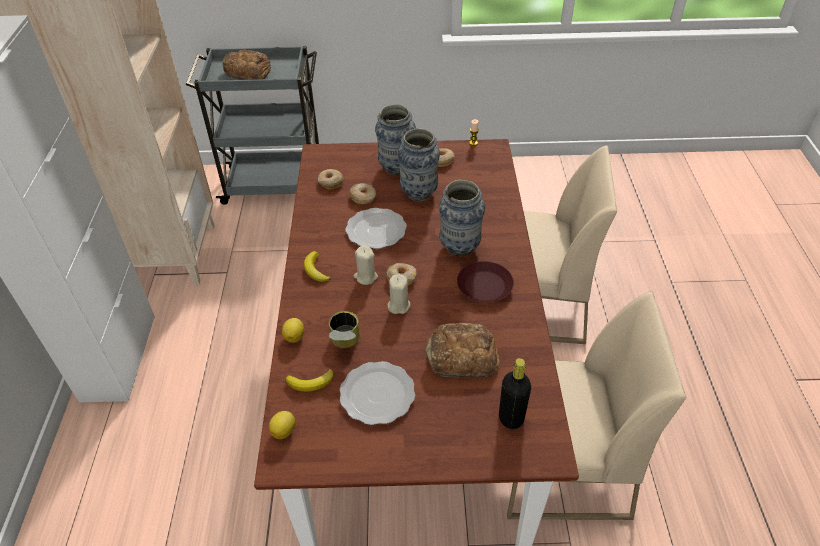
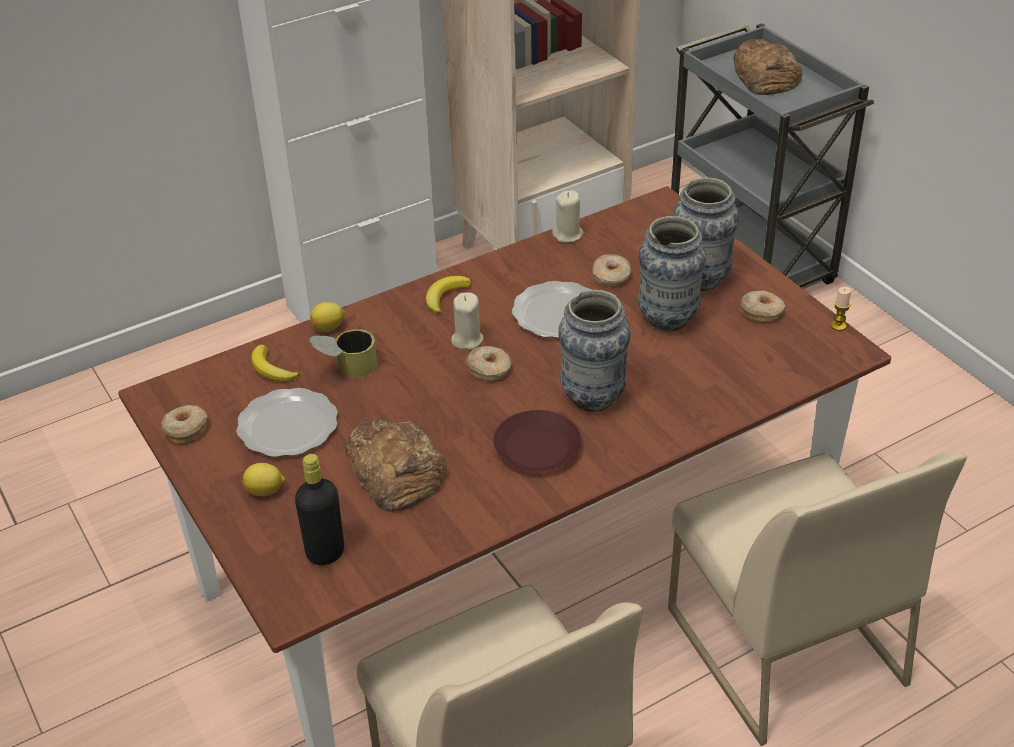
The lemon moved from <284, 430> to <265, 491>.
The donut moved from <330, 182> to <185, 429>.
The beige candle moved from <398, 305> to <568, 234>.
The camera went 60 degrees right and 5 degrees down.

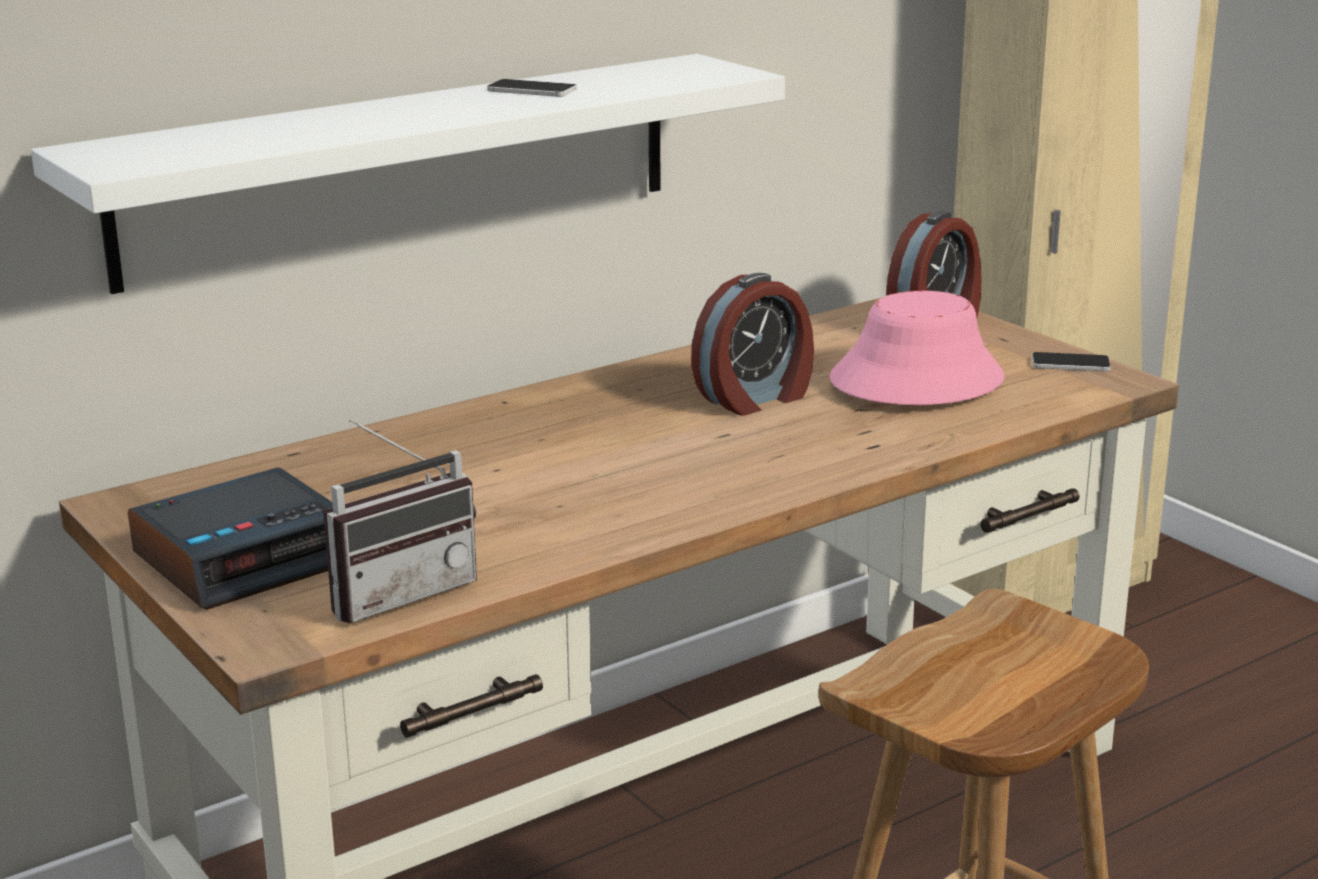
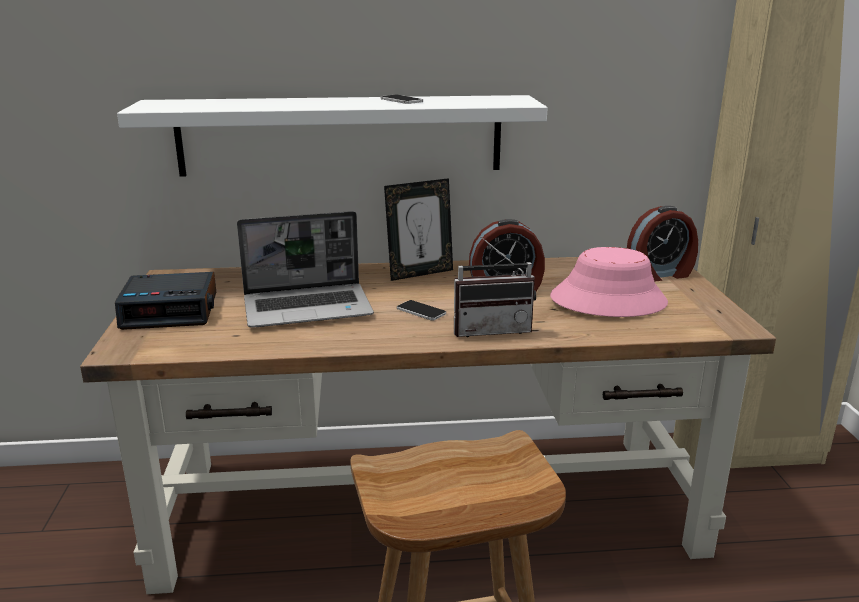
The laptop at <309, 308> appeared.
The picture frame at <420, 273> appeared.
The radio moved from <398, 592> to <491, 329>.
The phone moved from <1070, 363> to <421, 311>.
The camera went 30 degrees right and 0 degrees up.

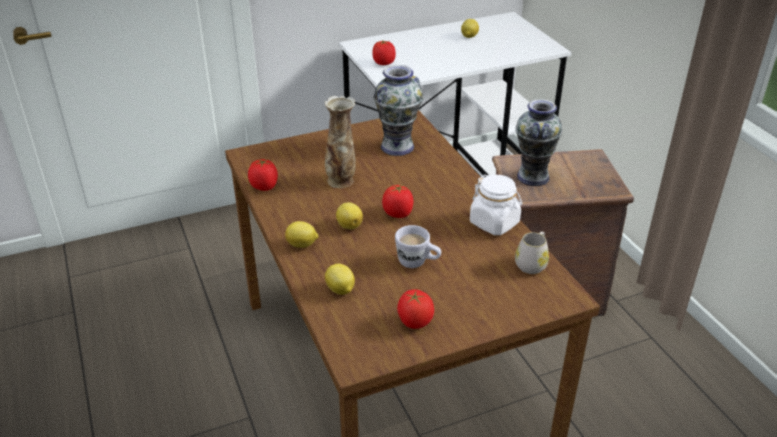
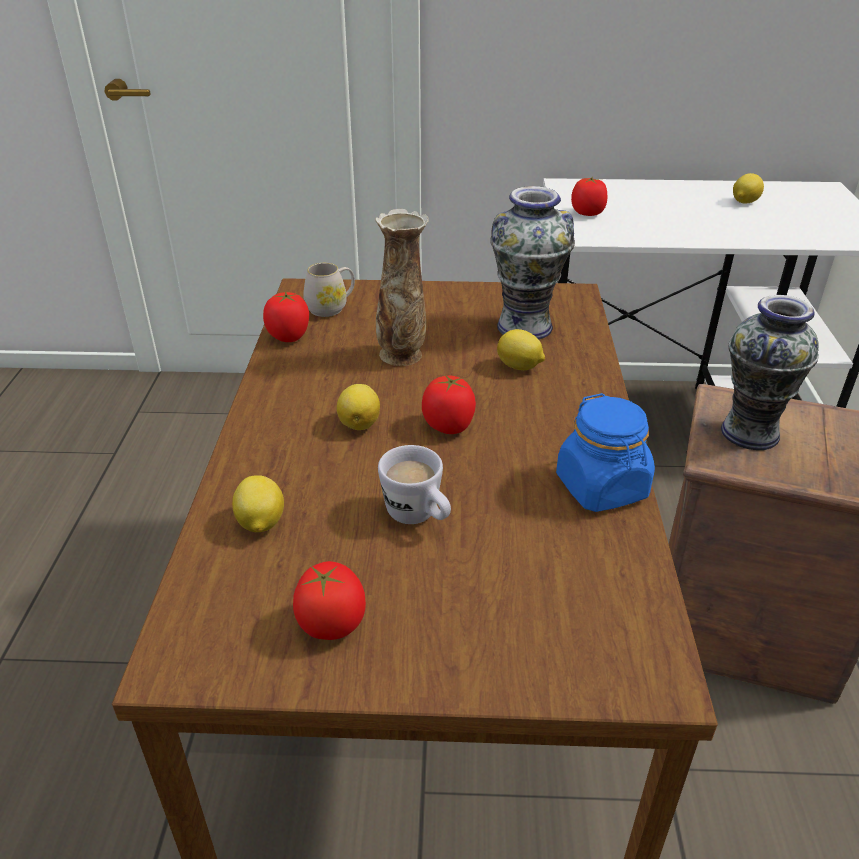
The lemon moved from <302, 245> to <520, 367>.
The white mug moved from <532, 263> to <331, 307>.
The white jar at <494, 223> became the blue jar at <602, 487>.
The camera went 25 degrees right and 0 degrees up.

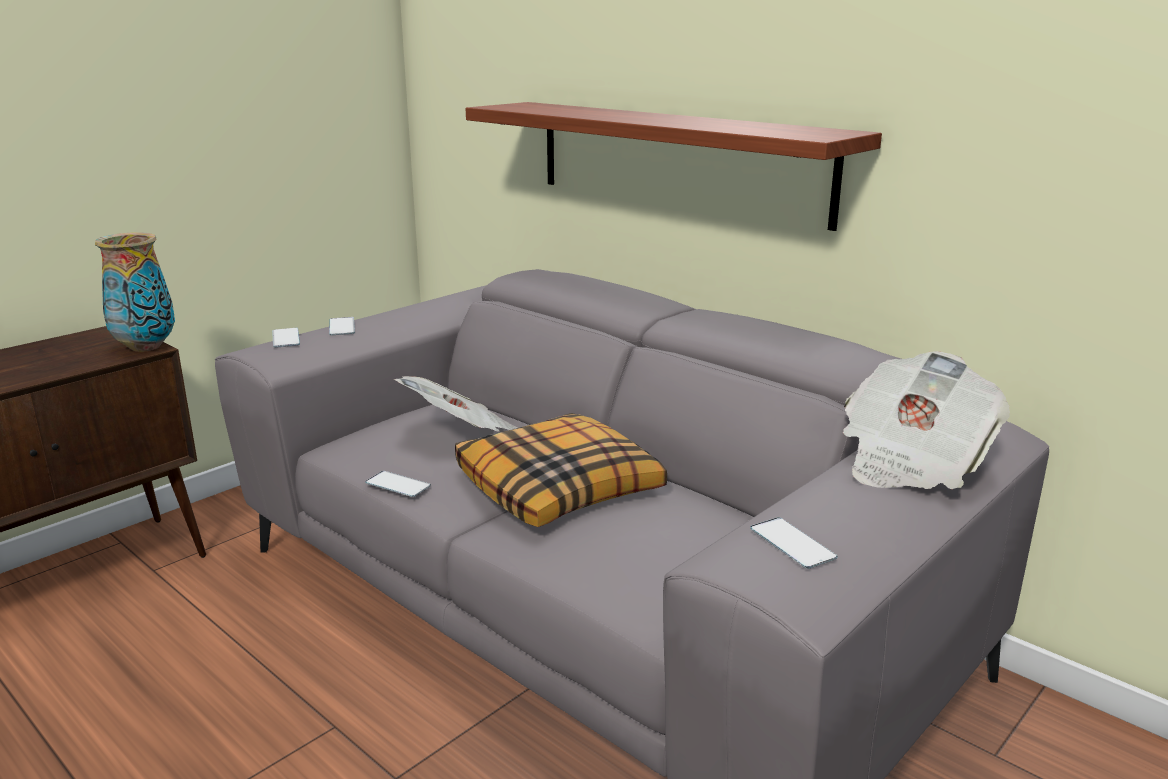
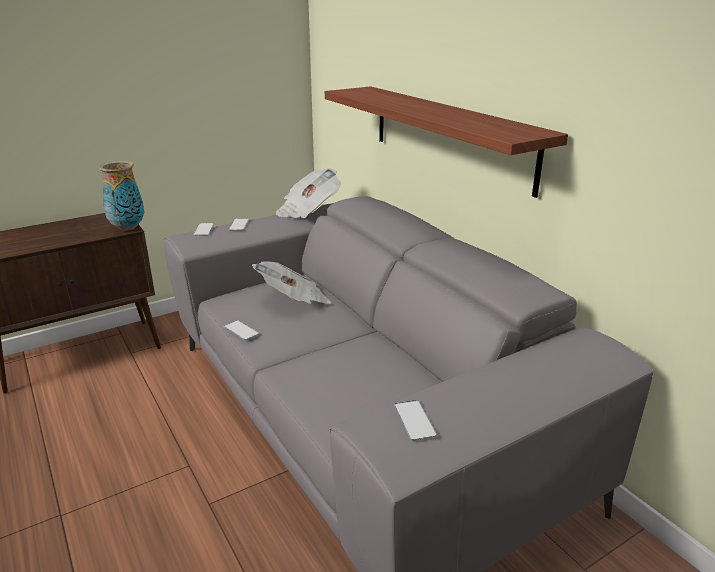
The pillow at <559, 488> disappeared.
The newspaper moved from <911, 461> to <308, 211>.
The camera went 15 degrees right and 5 degrees up.

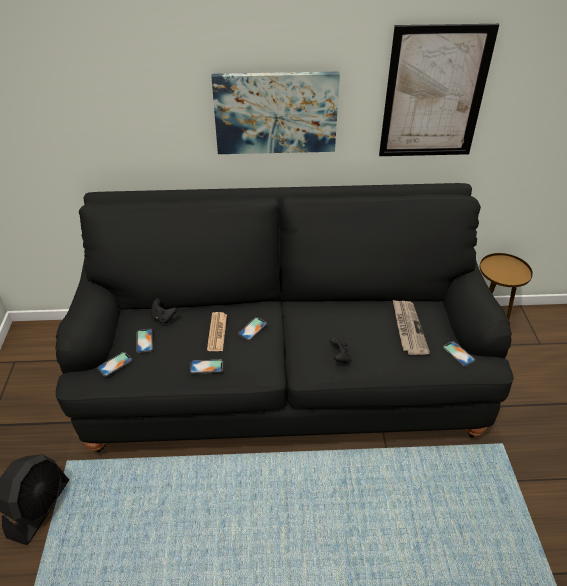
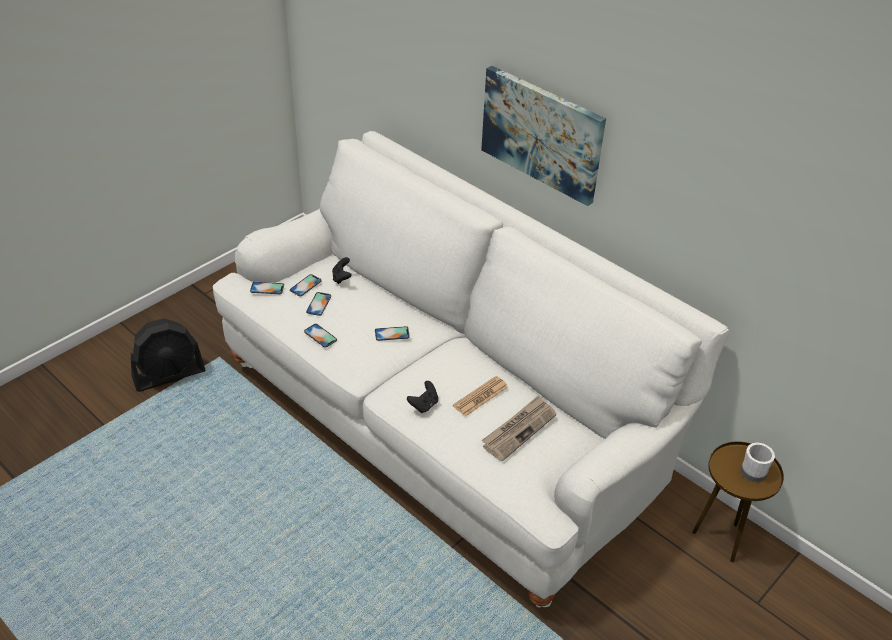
The picture at <434, 94> disappeared.
The white mug at <753, 470> appeared.
The newspaper moved from <217, 332> to <480, 396>.
The phone moved from <458, 354> to <318, 304>.
The black sofa at <283, 380> became the white sofa at <442, 425>.
The camera went 45 degrees right and 0 degrees up.

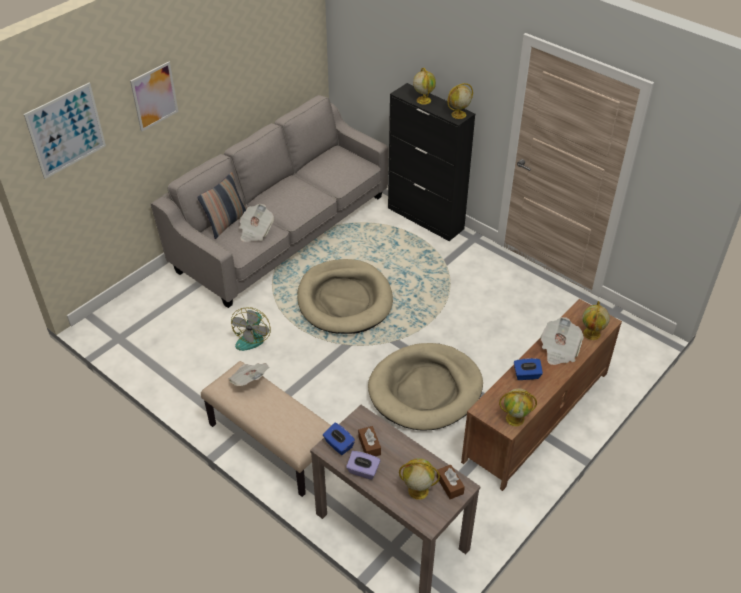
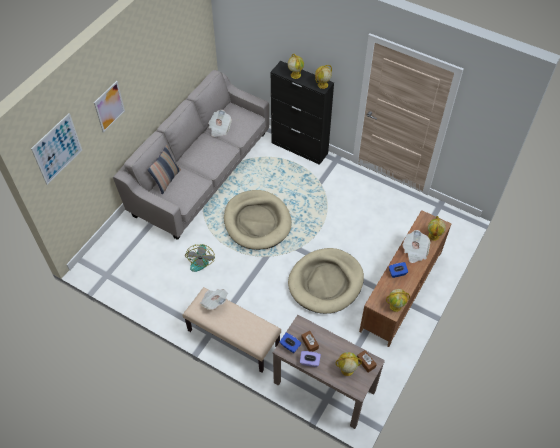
The newspaper moved from <255, 231> to <219, 128>.
The camera went 10 degrees left and 10 degrees up.

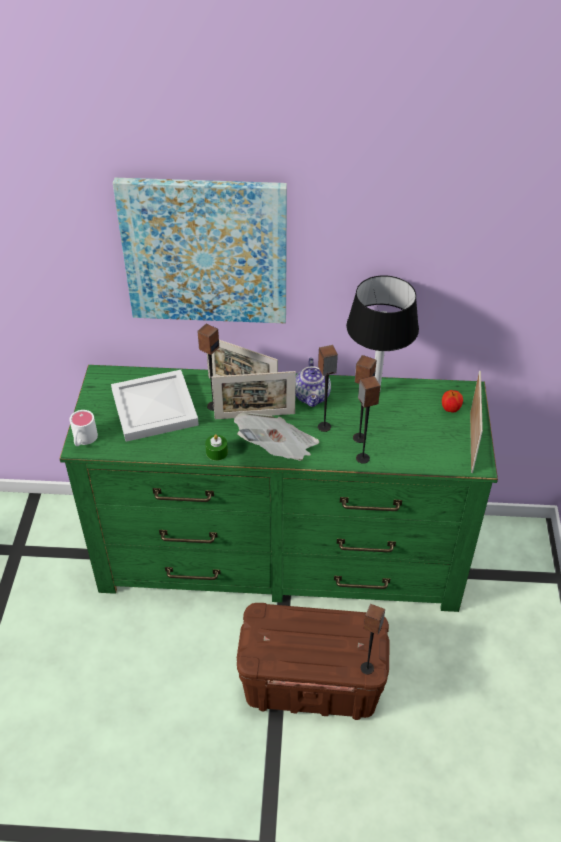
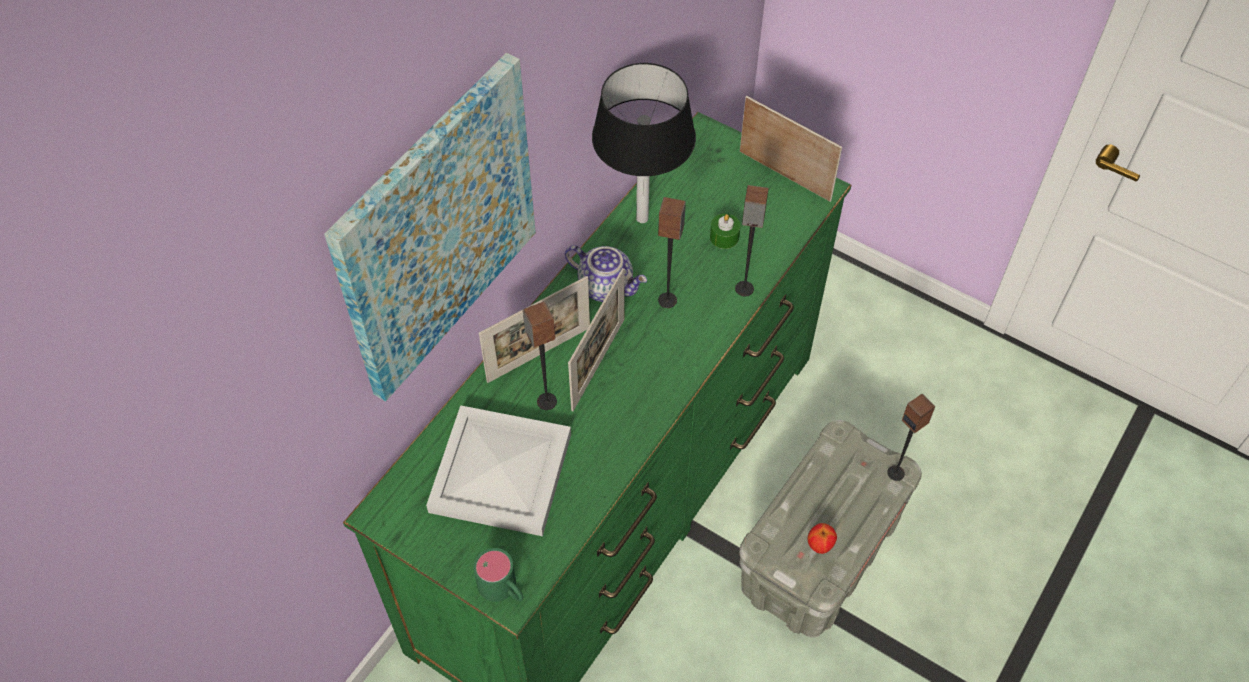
The newspaper at <278, 450> disappeared.
The speaker at <359, 437> disappeared.
The green candle moved from <216, 452> to <724, 237>.
The apple moved from <450, 409> to <820, 545>.
The white mug at <83, 440> became the green mug at <503, 589>.
The brown storage box at <312, 683> became the grey storage box at <818, 555>.
The camera went 60 degrees left and 10 degrees up.

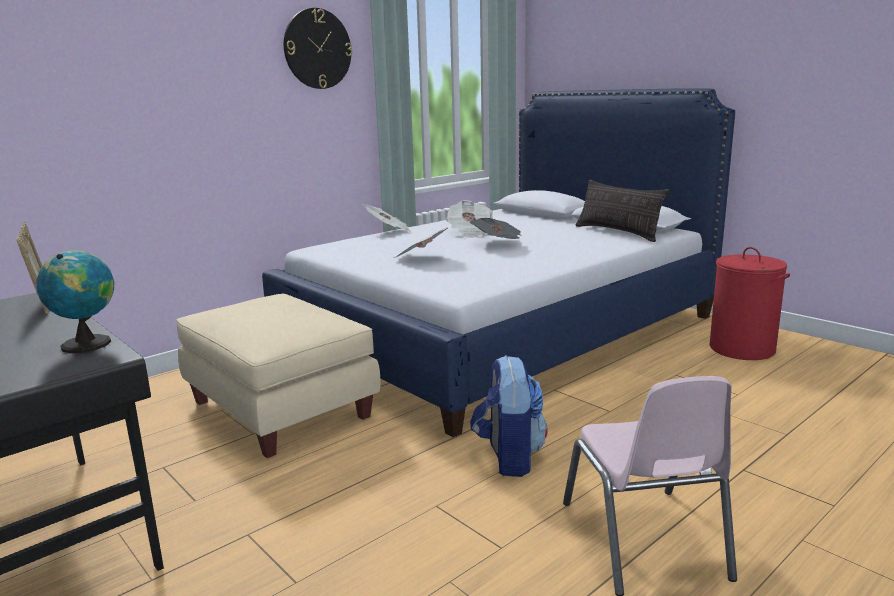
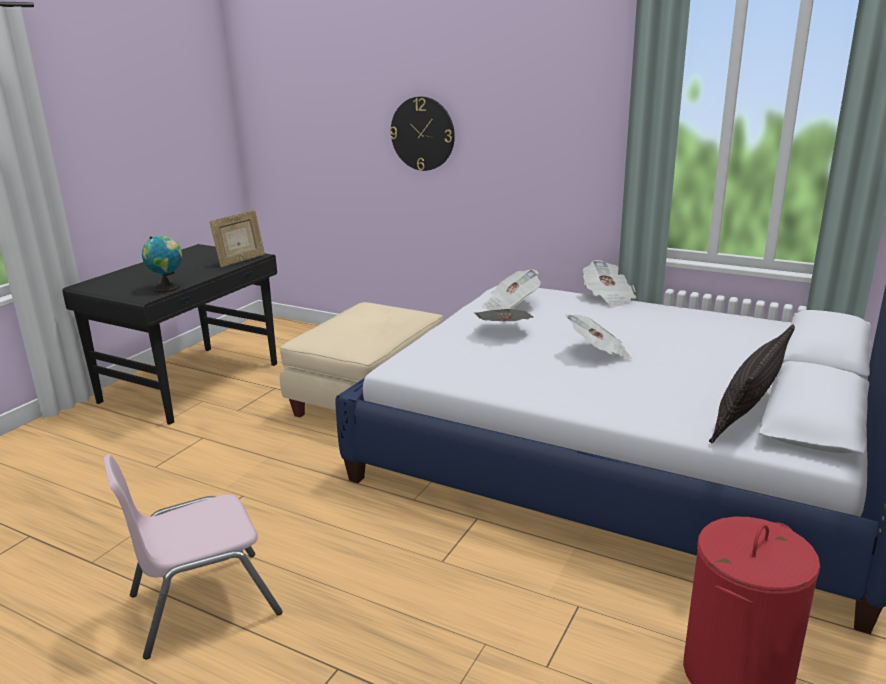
The backpack at <508, 457> disappeared.
The wall clock moved from <317, 49> to <422, 134>.
The newspaper moved from <470, 232> to <510, 305>.
The camera went 70 degrees right and 5 degrees up.

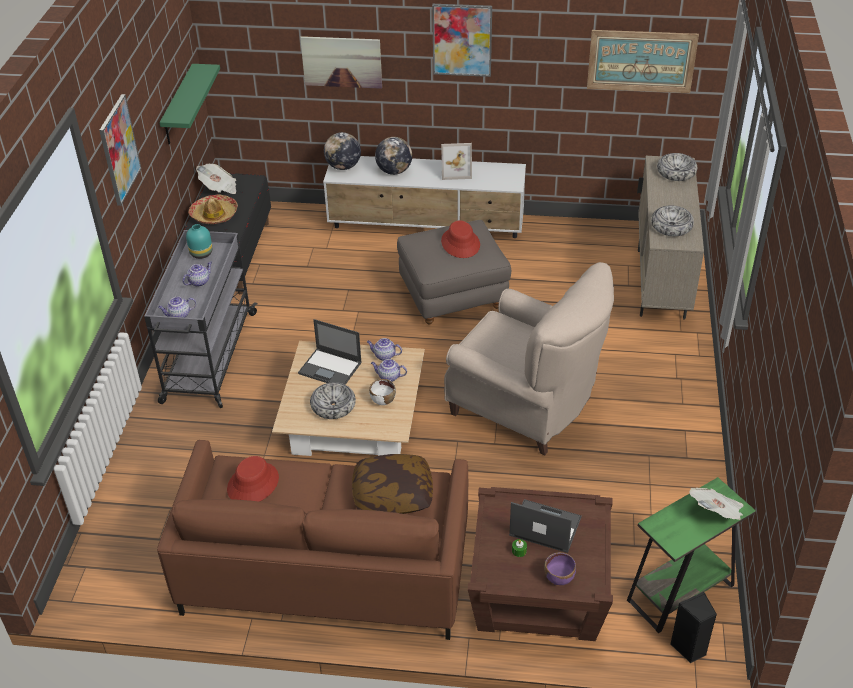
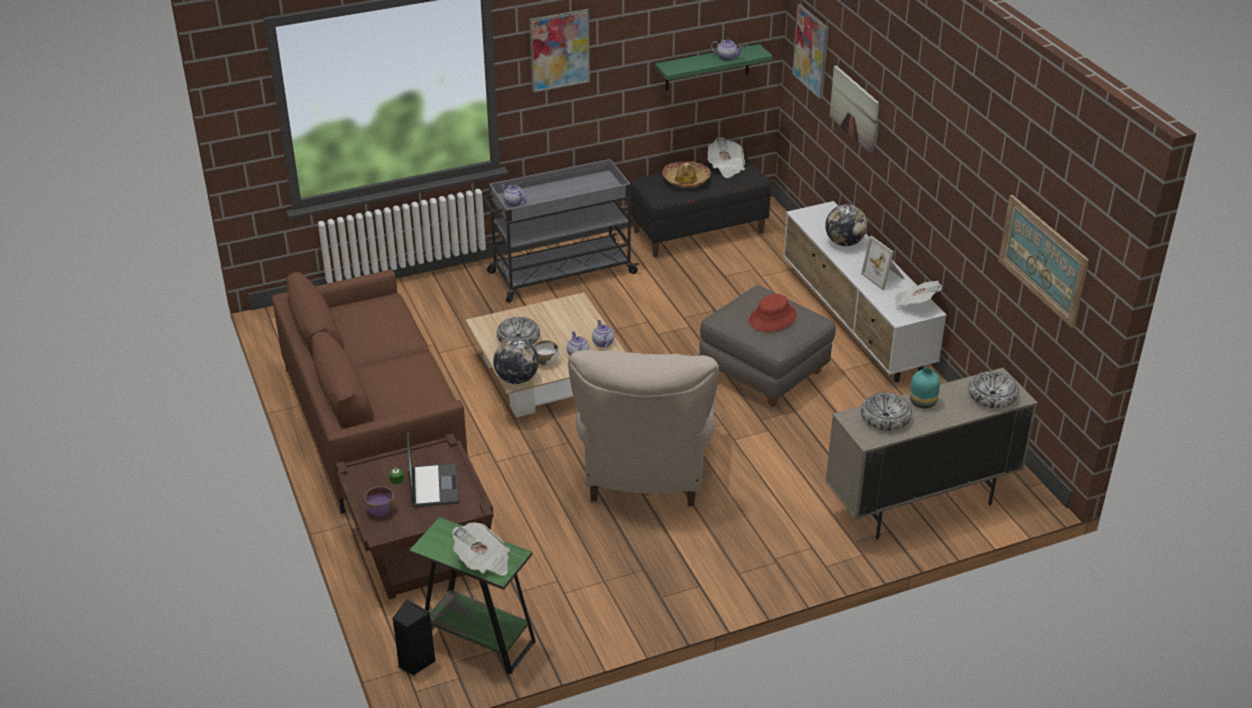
The red hat at <253, 484> disappeared.
The laptop at <331, 368> disappeared.
The pillow at <392, 495> disappeared.
The newspaper at <914, 303> appeared.
The teapot moved from <199, 281> to <727, 57>.
The turquoise vase moved from <201, 253> to <923, 402>.
The globe moved from <343, 167> to <516, 379>.
The picture moved from <462, 40> to <811, 51>.
The camera went 60 degrees right and 5 degrees down.

